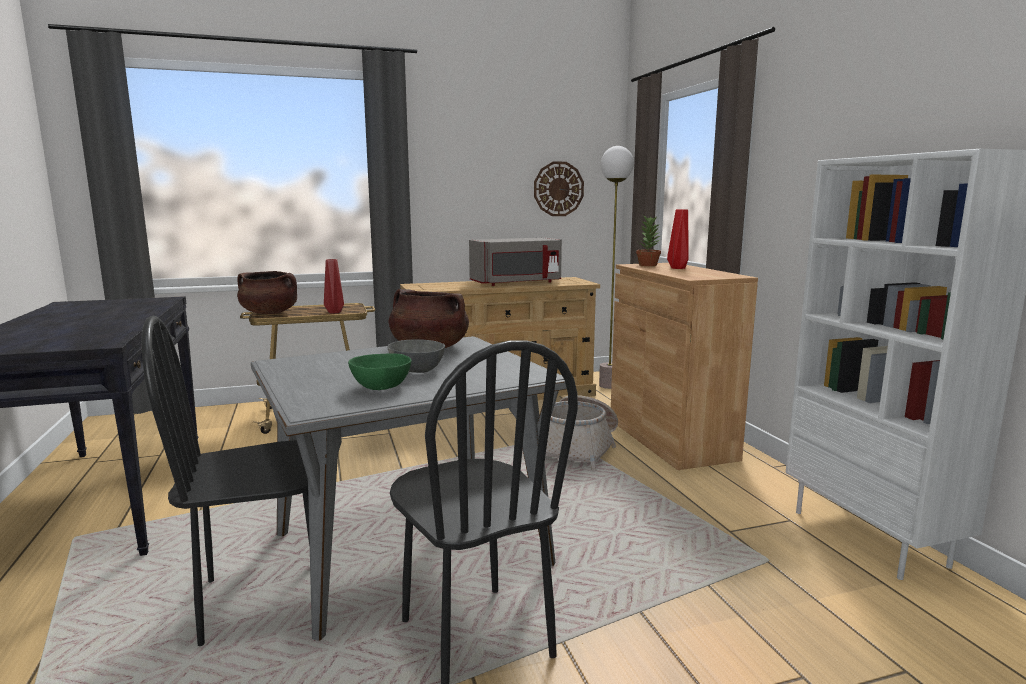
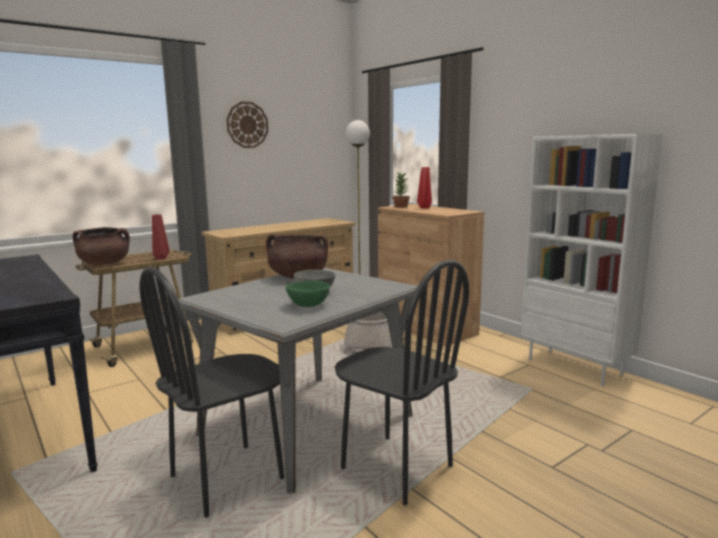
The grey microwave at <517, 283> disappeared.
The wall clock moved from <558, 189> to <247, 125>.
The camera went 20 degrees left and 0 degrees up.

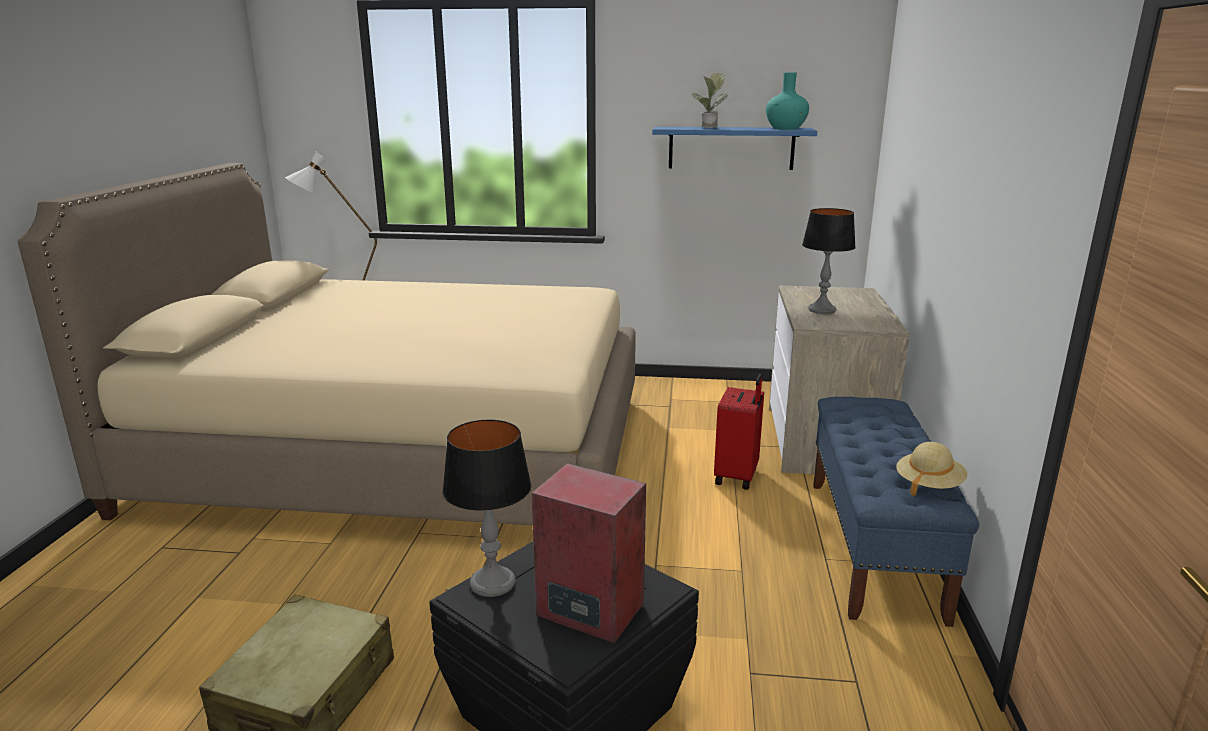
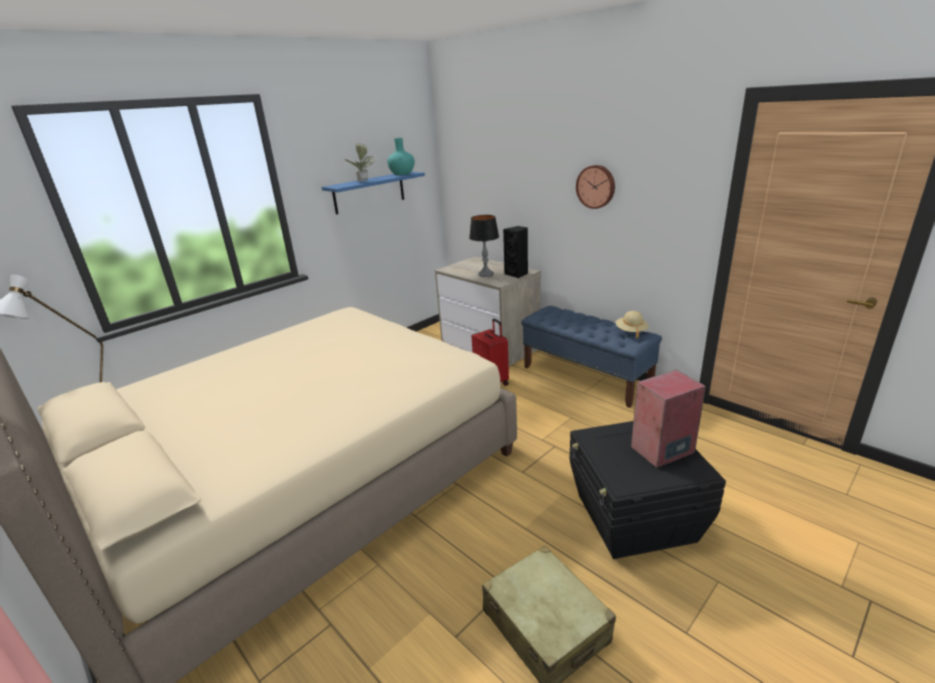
The table lamp at <492, 583> disappeared.
The black speaker at <517, 274> appeared.
The wall clock at <596, 186> appeared.
The camera went 50 degrees left and 5 degrees up.

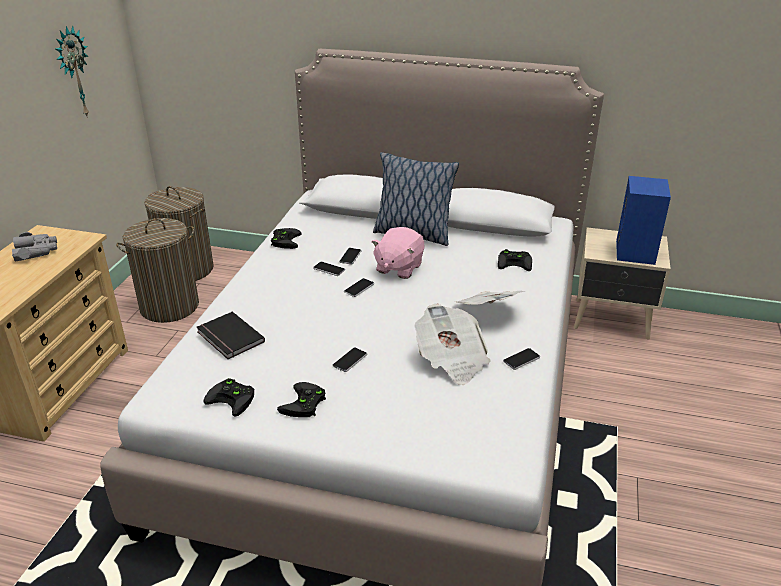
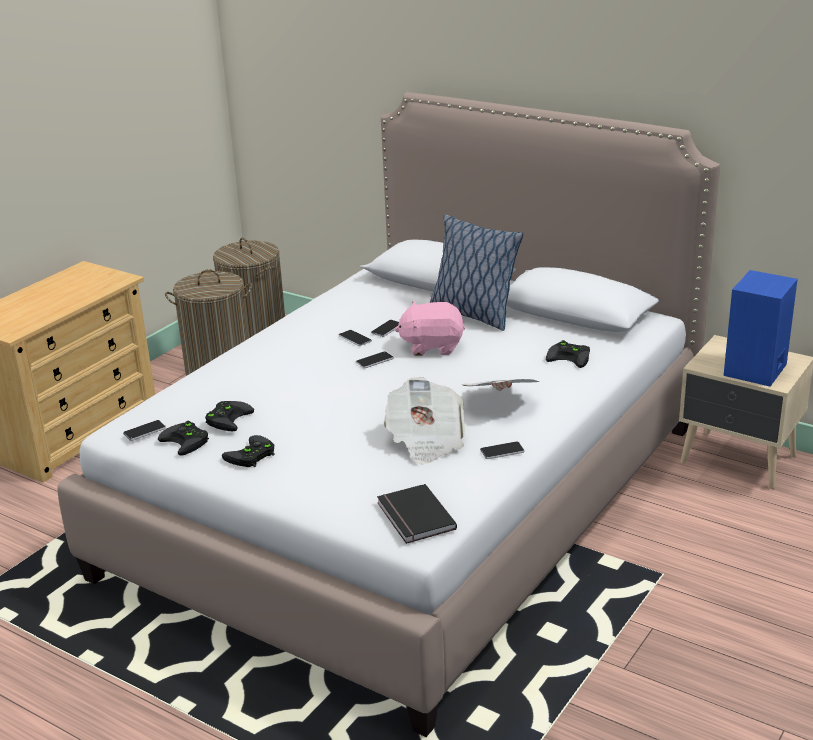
The grey binoculars at <36, 251> disappeared.
The wall clock at <73, 72> disappeared.
The black book moved from <229, 338> to <414, 517>.
The black game controller moved from <284, 240> to <227, 418>.
The phone moved from <350, 360> to <144, 431>.
The pink plush toy at <398, 268> turned 45 degrees clockwise.
The camera went 20 degrees right and 5 degrees down.

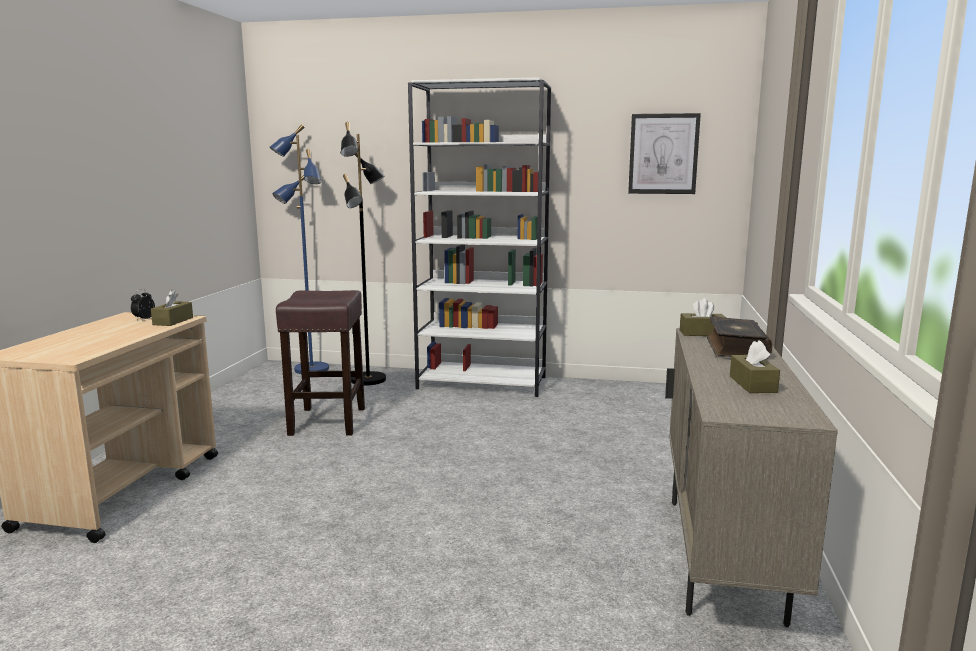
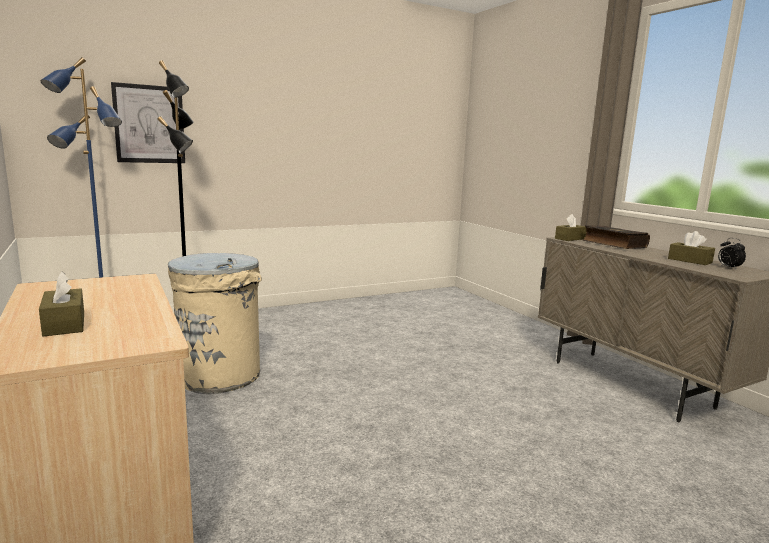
The white bookcase at <483, 383> disappeared.
The alarm clock moved from <144, 319> to <728, 267>.
The brown tissue box moved from <173, 321> to <64, 324>.
The picture moved from <663, 154> to <149, 124>.
The brown stool at <327, 422> was replaced by the beige trash can at <220, 375>.
The camera went 40 degrees left and 0 degrees up.

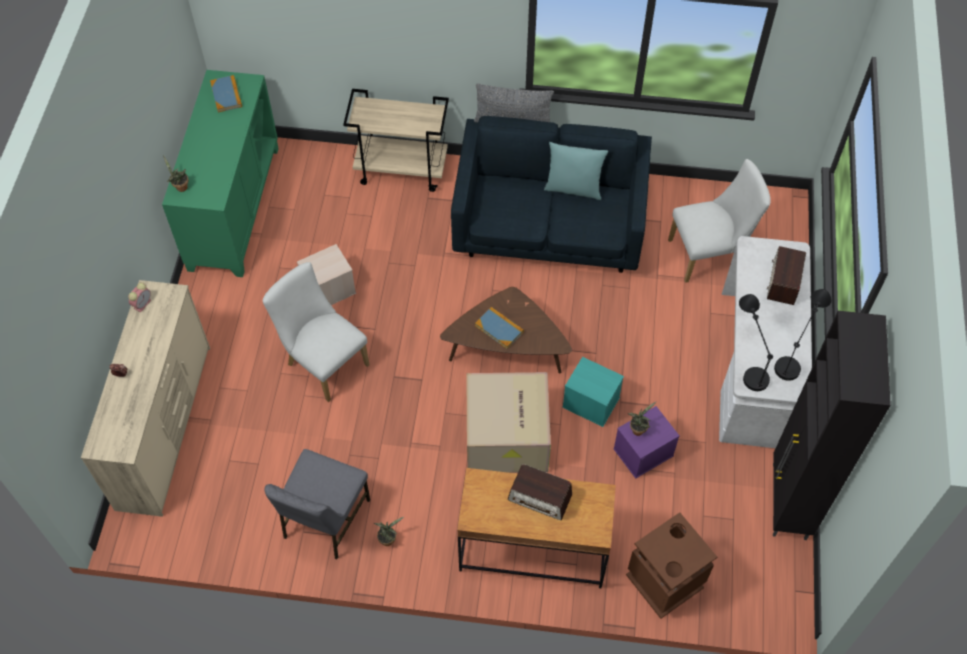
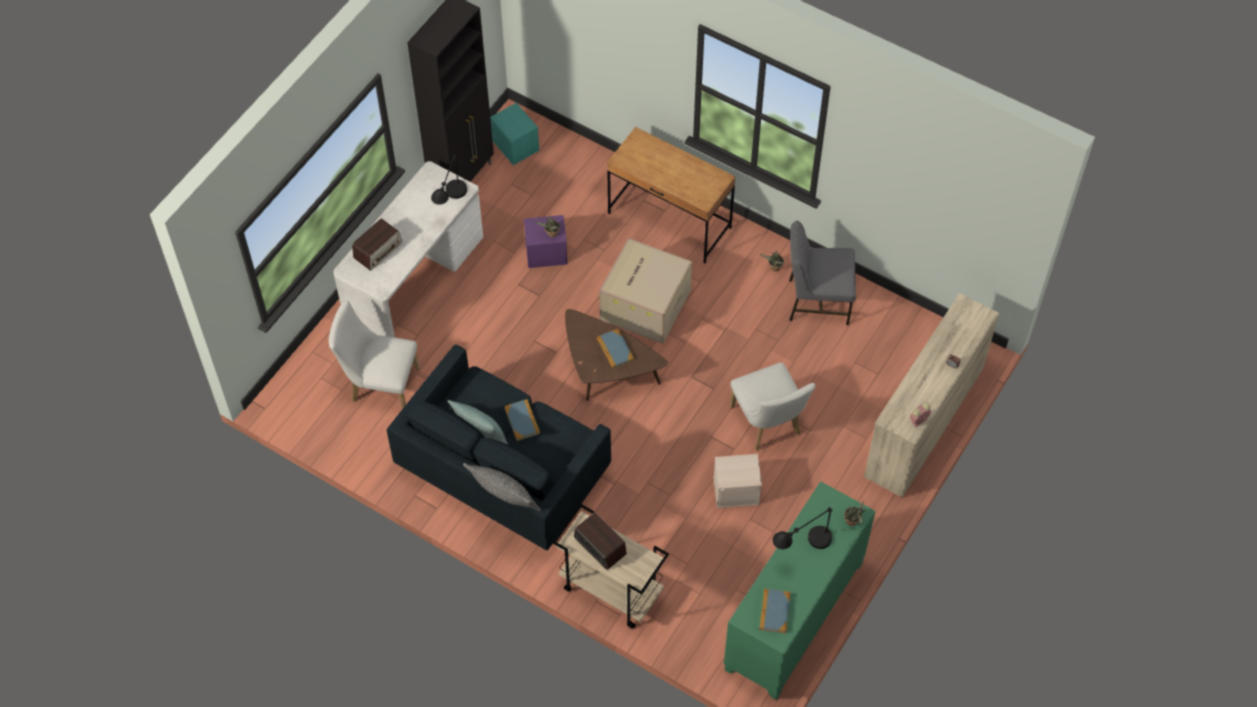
The brown trash can at <664, 582> disappeared.
The book at <522, 421> appeared.
The radio moved from <540, 498> to <600, 545>.
The turquoise storage box moved from <590, 402> to <516, 145>.
The black table lamp moved from <796, 352> to <802, 549>.
The grey chair at <324, 519> turned 135 degrees counterclockwise.
The camera went 155 degrees left and 0 degrees up.

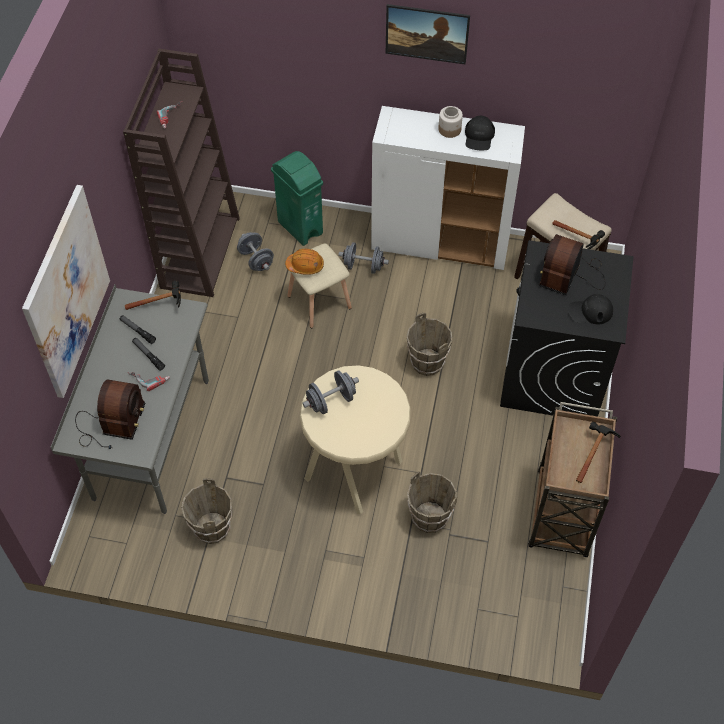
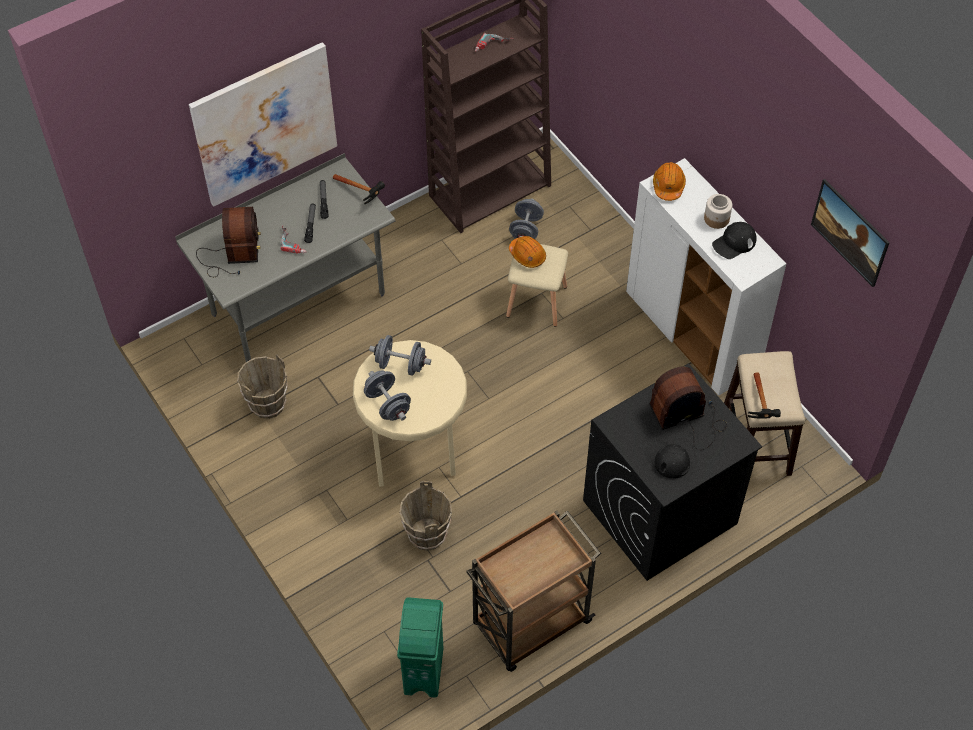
The brown bucket at <427, 363> disappeared.
The hammer at <593, 452> disappeared.
The orange hard hat at <668, 186> appeared.
The green trash can moved from <300, 227> to <424, 670>.
The grey dumbbell moved from <363, 266> to <388, 404>.
The picture moved from <426, 45> to <846, 243>.
The radio at <111, 424> turned 60 degrees counterclockwise.
The camera went 45 degrees right and 0 degrees up.

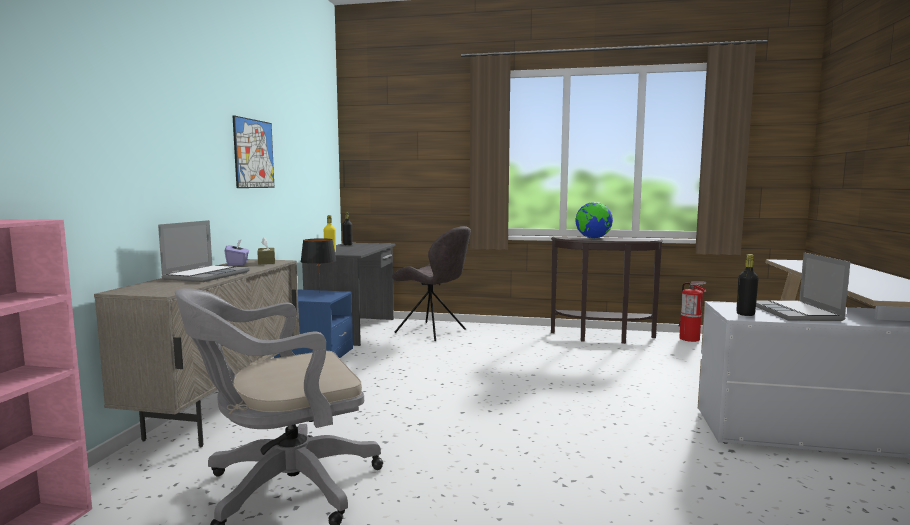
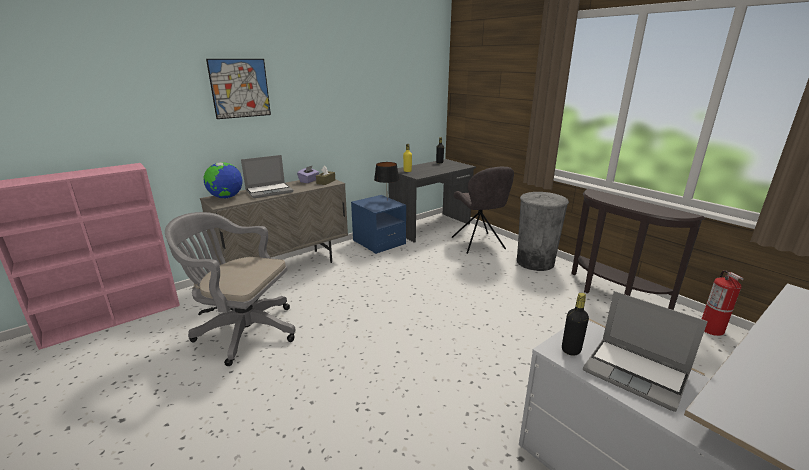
The grey trash can at <535, 262> appeared.
The picture moved from <254, 154> to <240, 88>.
The globe moved from <593, 238> to <226, 197>.
The laptop at <797, 313> turned 90 degrees counterclockwise.
The camera went 40 degrees right and 15 degrees up.

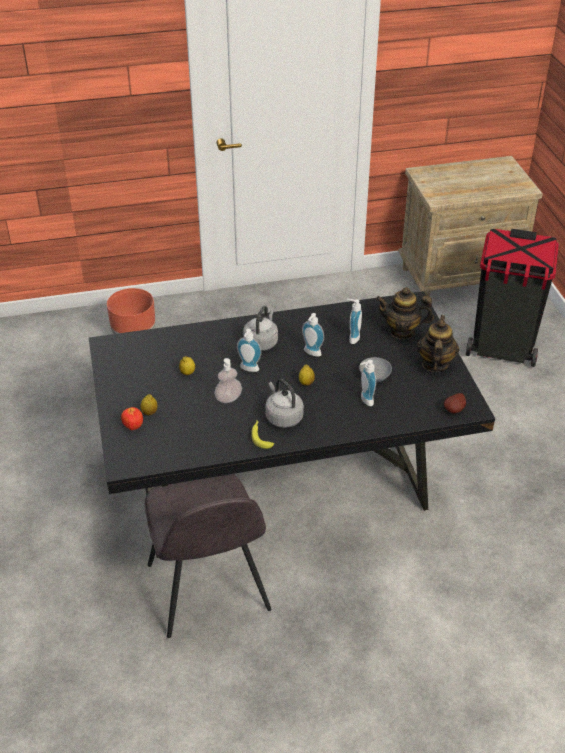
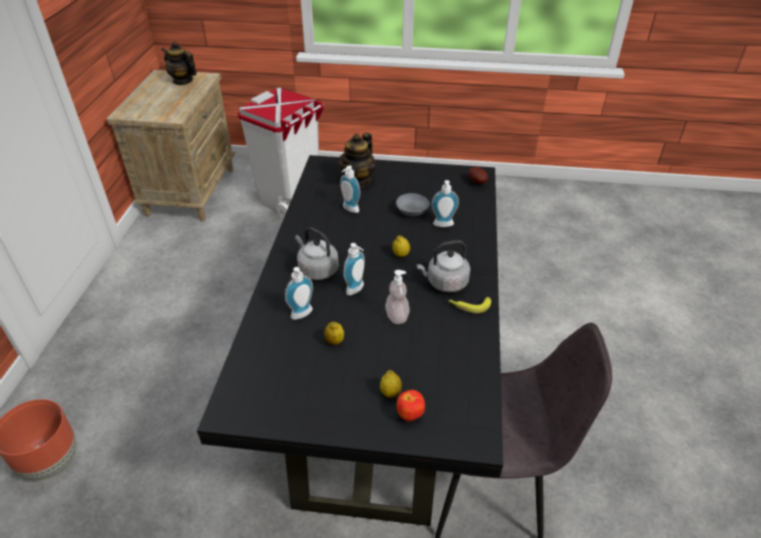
The soap dispenser moved from <311, 353> to <303, 315>.
The teapot moved from <435, 364> to <183, 81>.
The black trash can at <502, 348> became the white trash can at <291, 198>.
The camera went 70 degrees left and 0 degrees up.

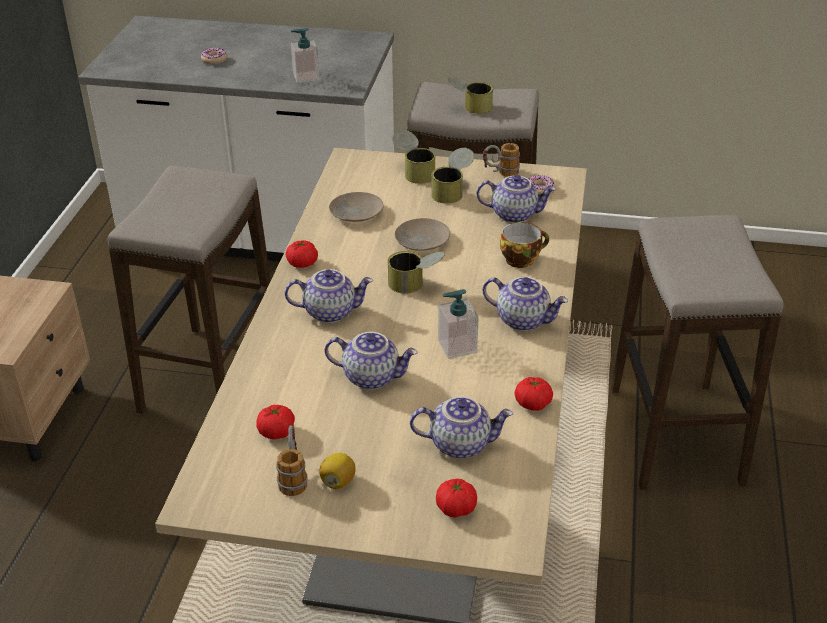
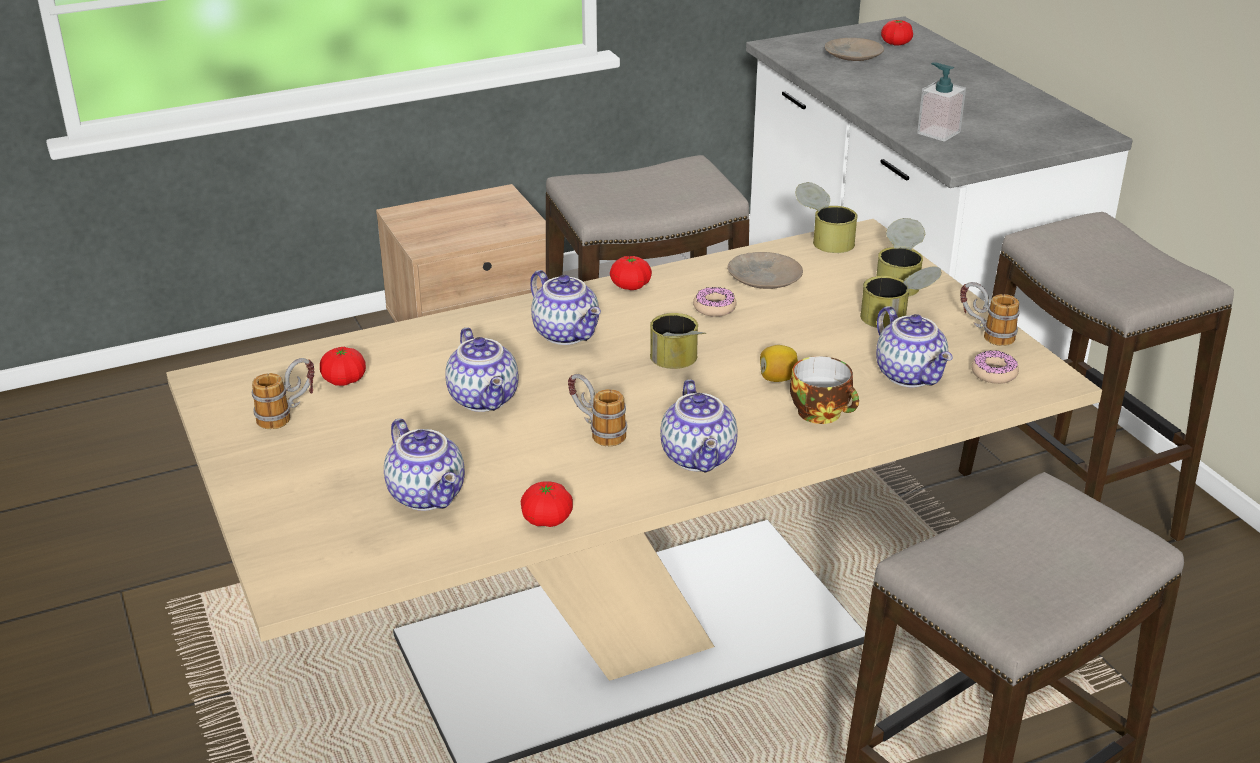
The donut moved from <214, 60> to <714, 308>.
The lemon moved from <338, 482> to <777, 378>.
The beige plate moved from <421, 241> to <852, 56>.
The tomato moved from <456, 508> to <896, 43>.
The can moved from <469, 108> to <824, 239>.
The soap dispenser at <457, 346> was replaced by the mug at <596, 431>.
The camera went 55 degrees right and 5 degrees down.

